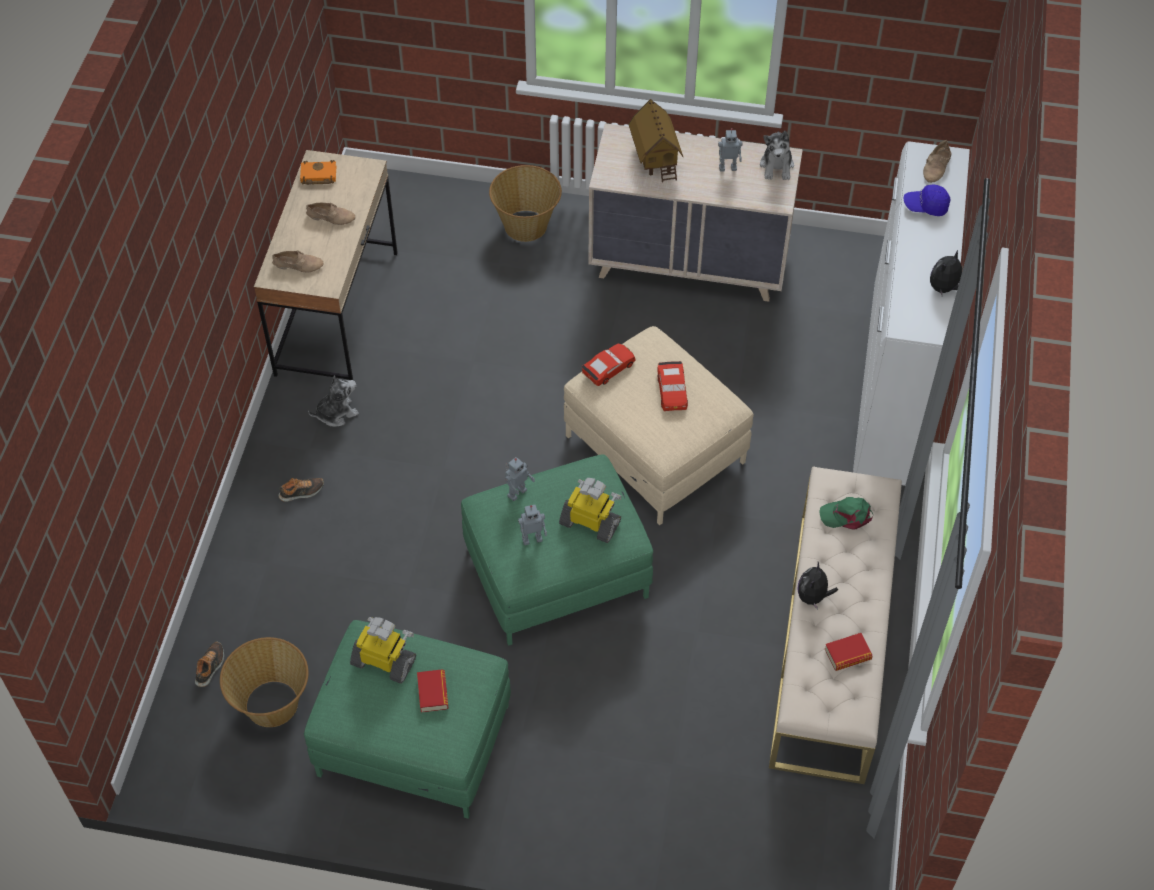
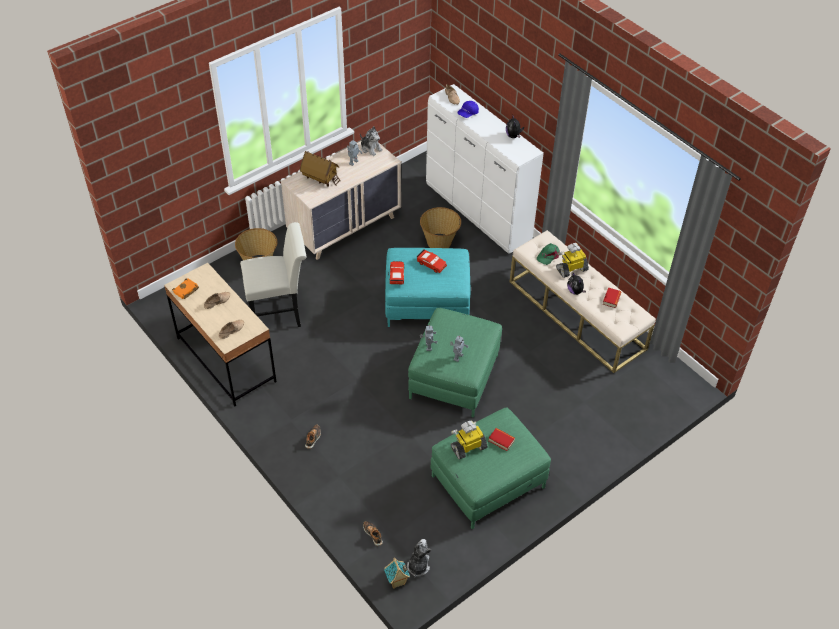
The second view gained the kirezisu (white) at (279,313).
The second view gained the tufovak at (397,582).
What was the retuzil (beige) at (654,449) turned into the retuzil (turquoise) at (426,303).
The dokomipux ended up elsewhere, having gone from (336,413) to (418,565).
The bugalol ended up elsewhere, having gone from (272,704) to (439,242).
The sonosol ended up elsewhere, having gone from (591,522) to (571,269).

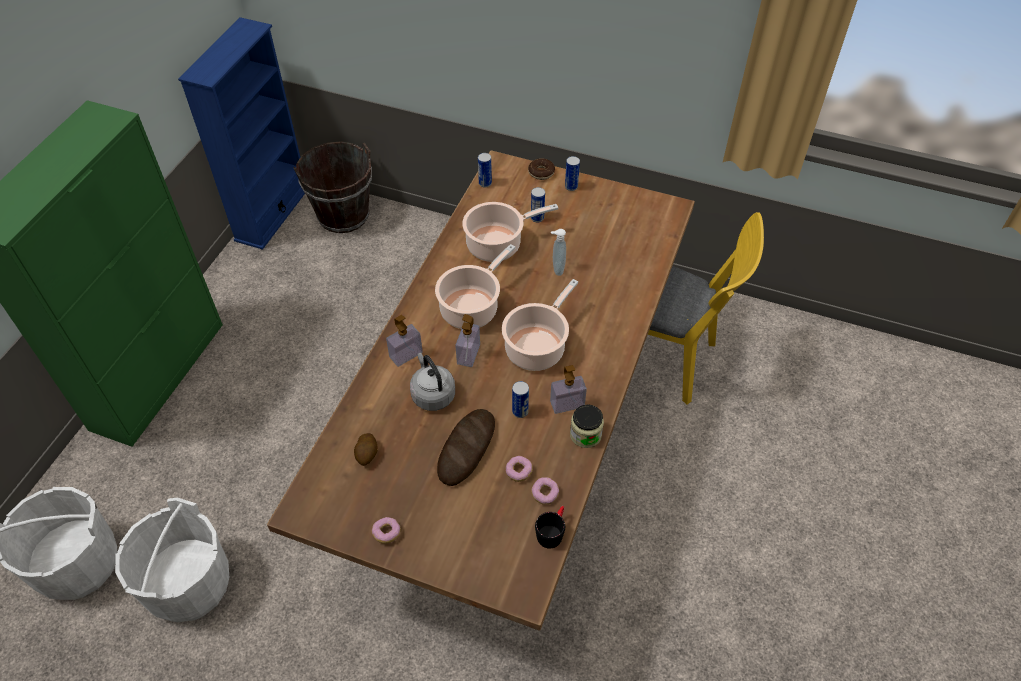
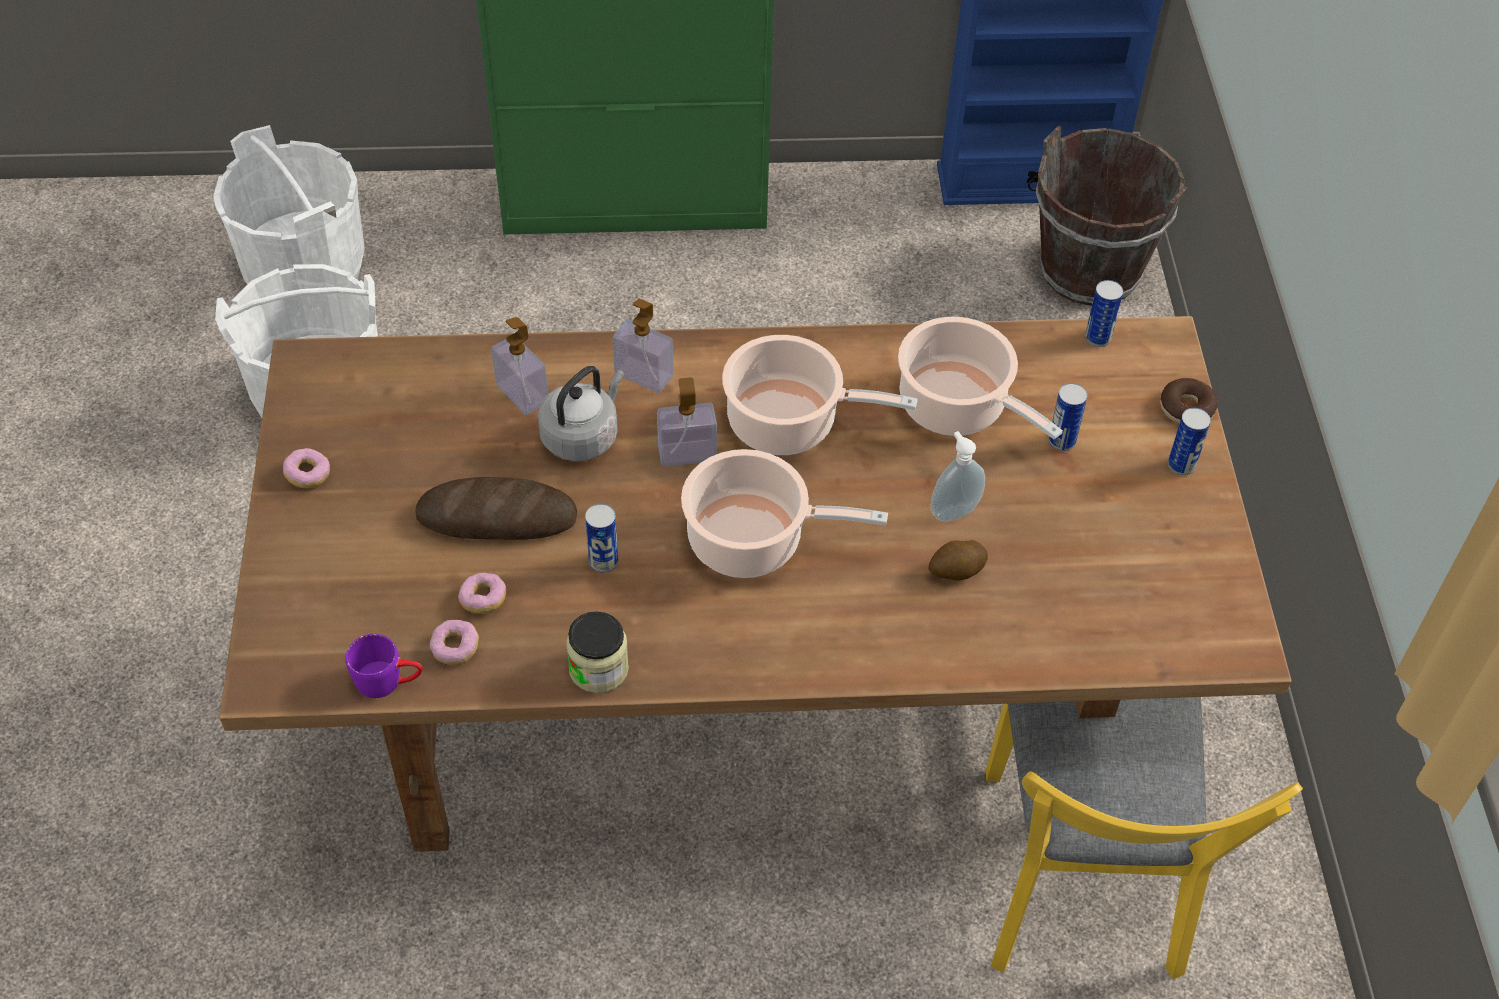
What was the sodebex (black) at (552,531) turned into the sodebex (purple) at (389,680).
The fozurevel ended up elsewhere, having gone from (567,404) to (522,394).
The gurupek ended up elsewhere, having gone from (367,454) to (956,571).

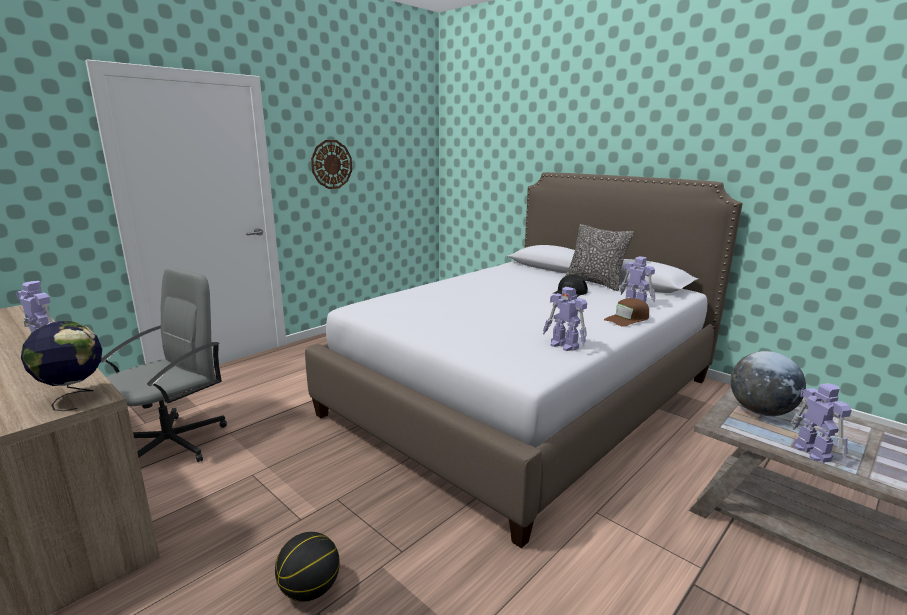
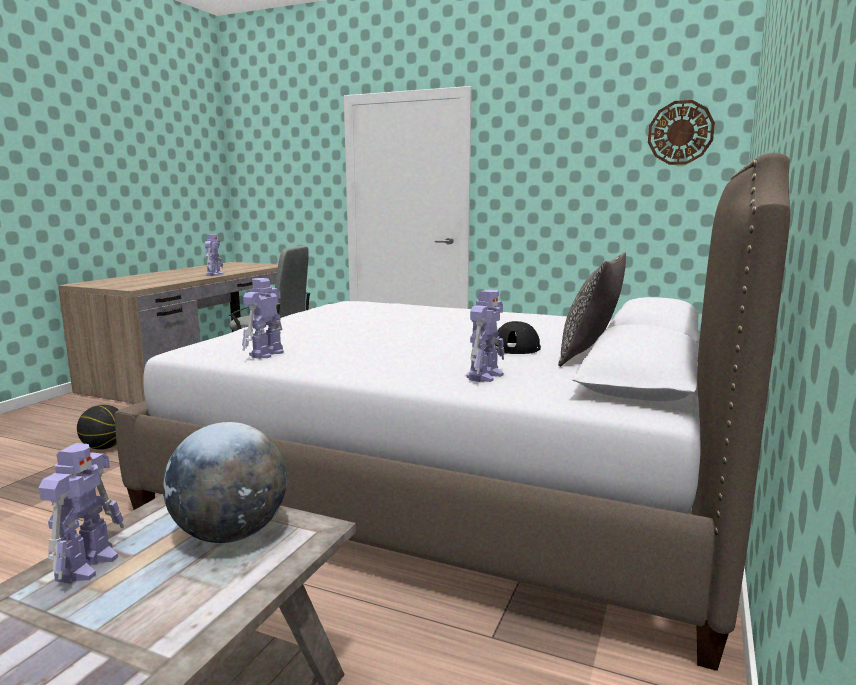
The sonosol at (812,451) ended up facing another way, 45 degrees counterclockwise from before.
The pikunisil ended up elsewhere, having gone from (331,164) to (680,133).
The second view lost the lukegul at (74,398).
The second view lost the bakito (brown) at (627,319).

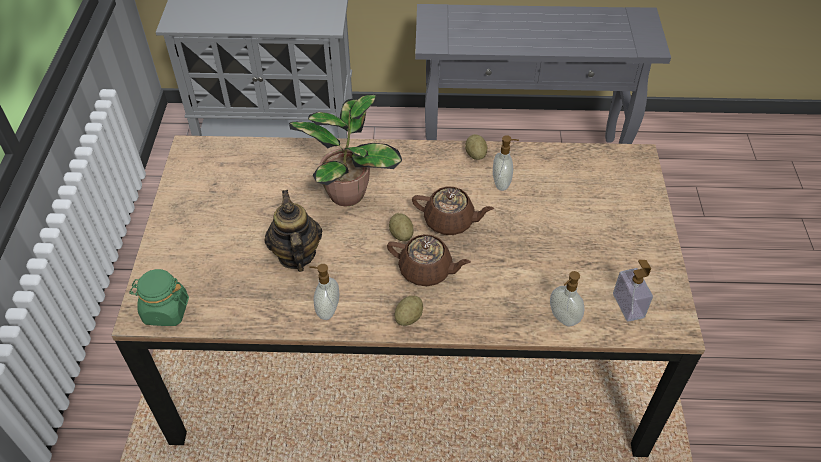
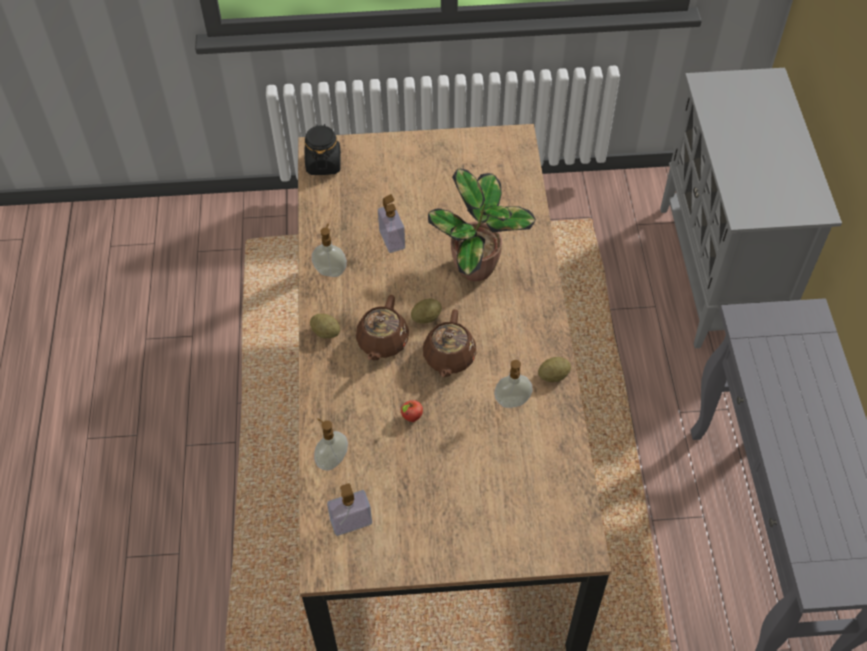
What was the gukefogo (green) at (165,311) turned into the gukefogo (black) at (323,164).
Where the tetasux stood at (296,255), the fozurevel came to stand at (392,239).
The second view gained the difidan at (411,418).

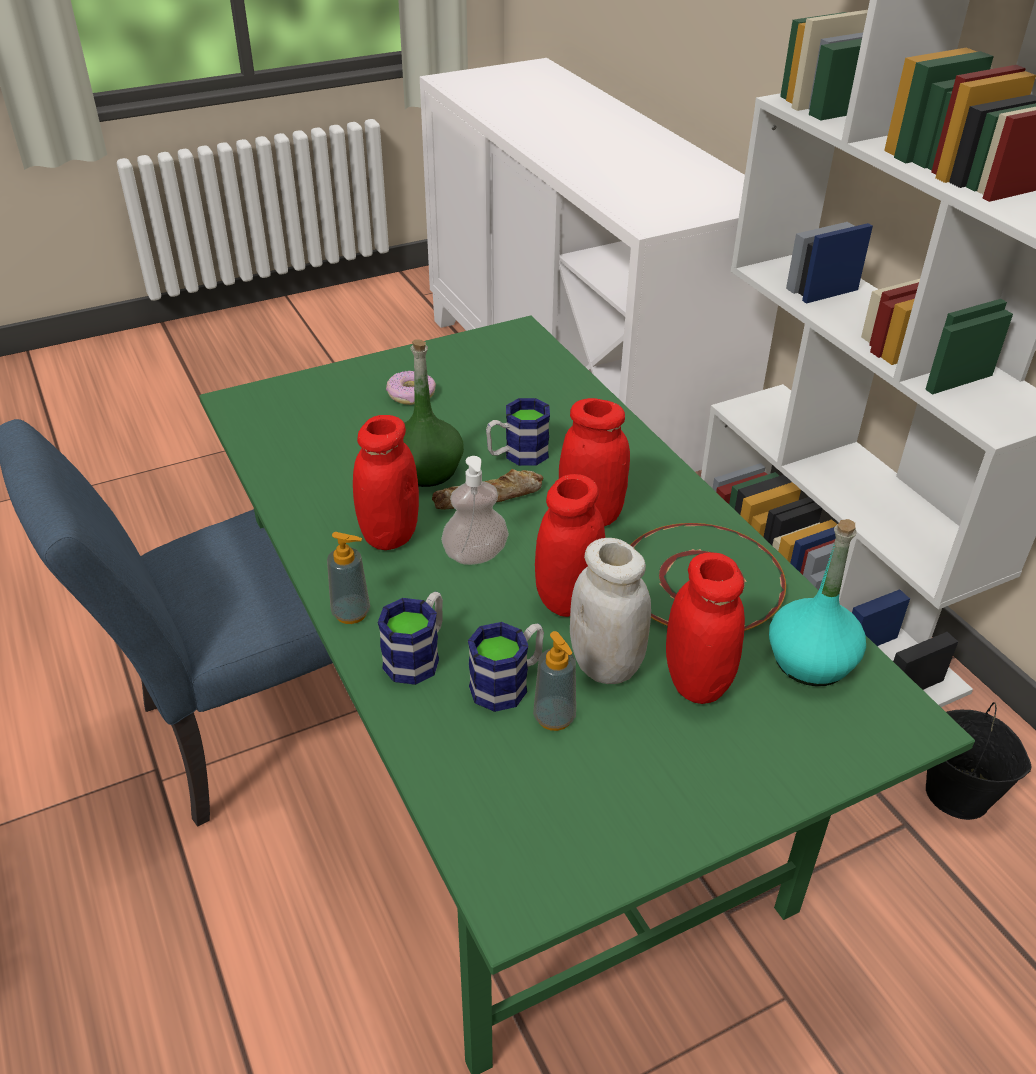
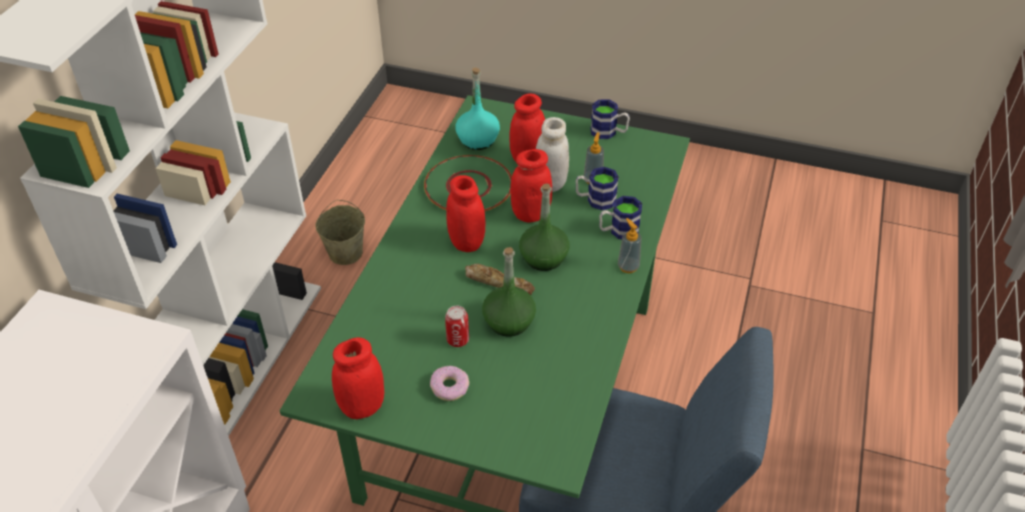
What was the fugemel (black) at (958,795) turned into the fugemel (beige) at (345,252).
The gukefogo (red) ended up elsewhere, having gone from (389,535) to (362,407).
The second view gained the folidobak at (458,340).
Where the fozurevel stood at (475,555), the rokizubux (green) came to stand at (543,258).
The sodebex ended up elsewhere, having gone from (517,455) to (609,132).

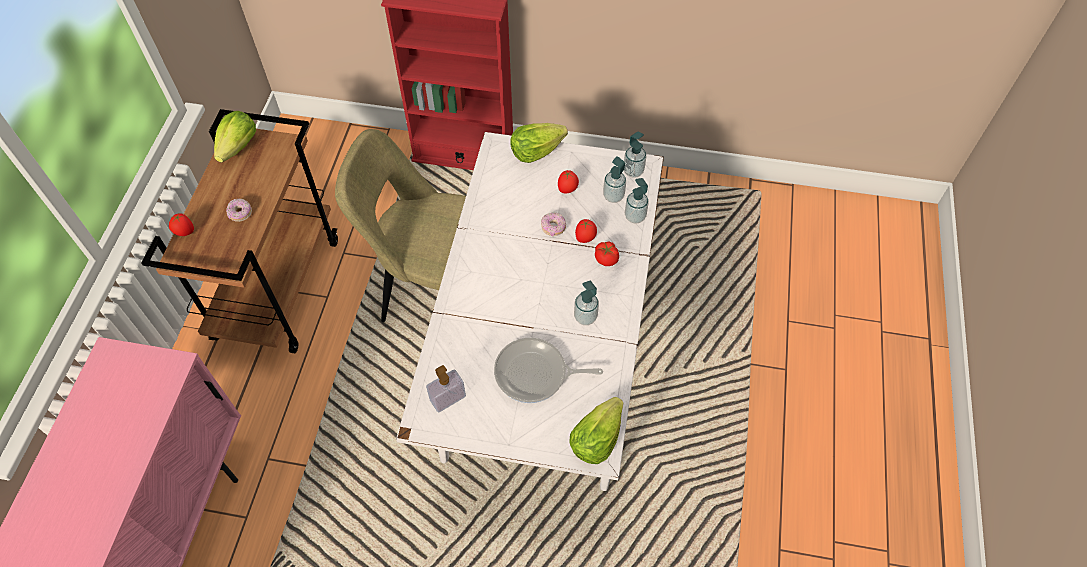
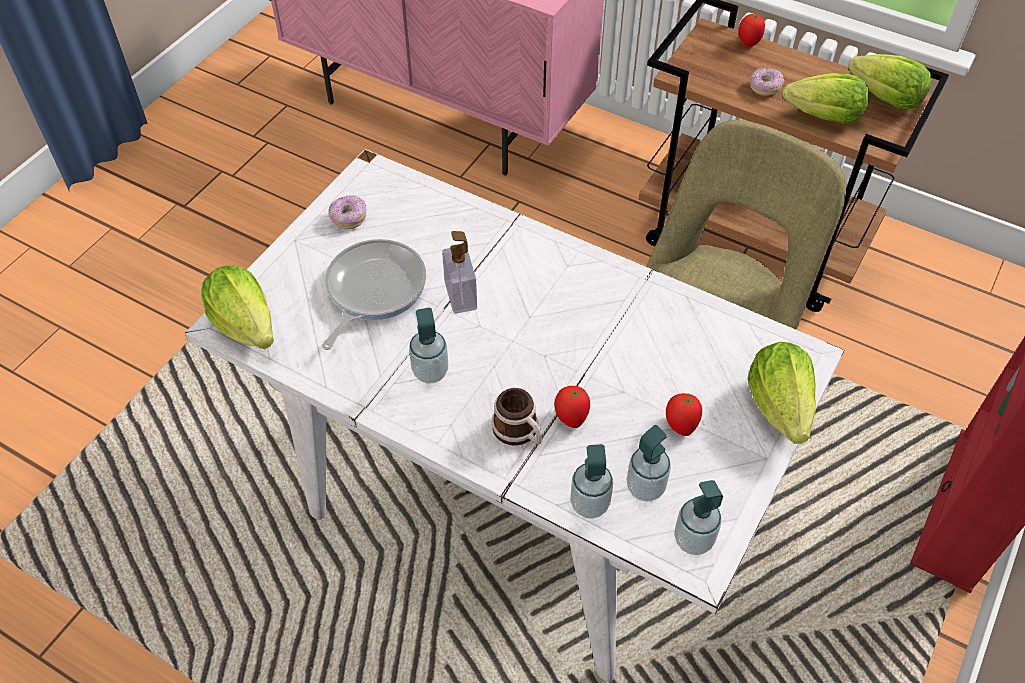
The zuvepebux ended up elsewhere, having gone from (553,228) to (348,218).
The fozurevel ended up elsewhere, having gone from (448,398) to (460,295).
Where the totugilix stood at (606,259), the sodebex came to stand at (519,432).
The second view gained the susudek at (825,117).

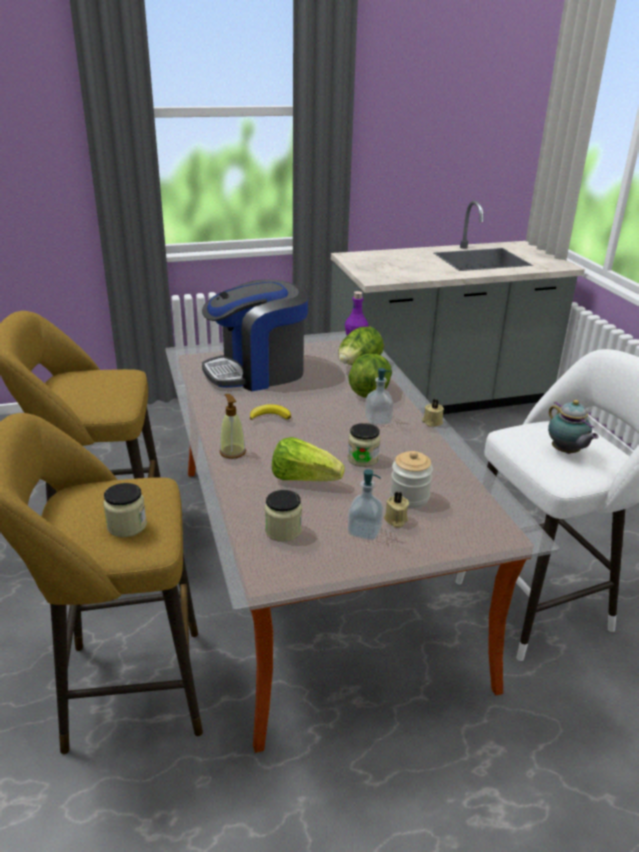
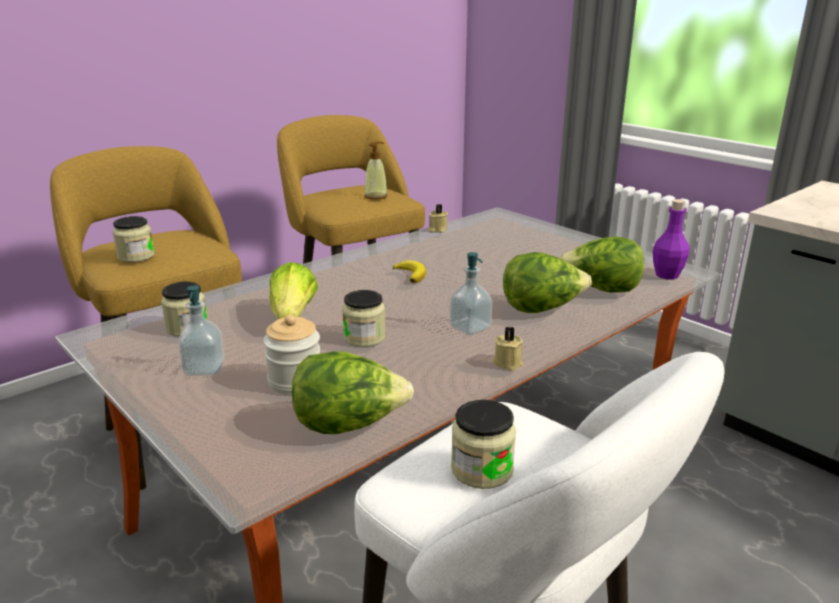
The second view gained the susudek at (349,425).
The fozurevel ended up elsewhere, having gone from (232,452) to (376,196).
The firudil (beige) ended up elsewhere, having gone from (395,520) to (437,230).
Where the tetasux stood at (566,452), the gukefogo came to stand at (482,470).
The second view lost the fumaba at (257,372).

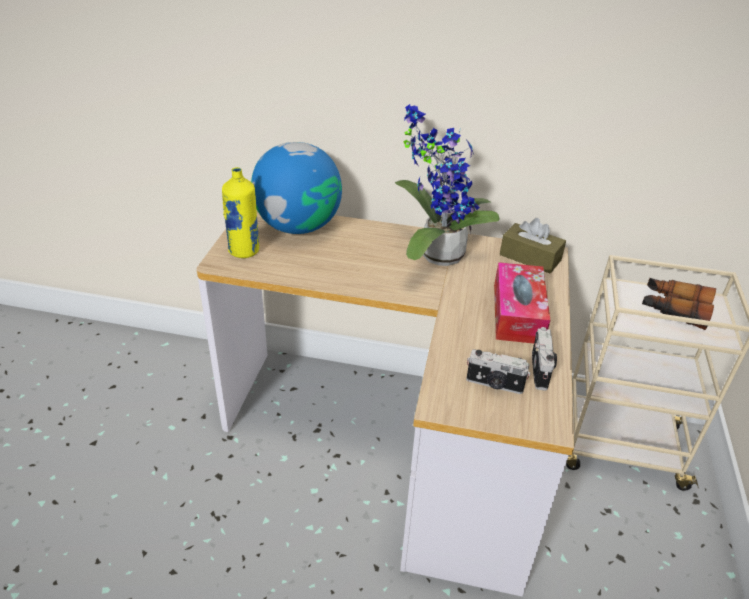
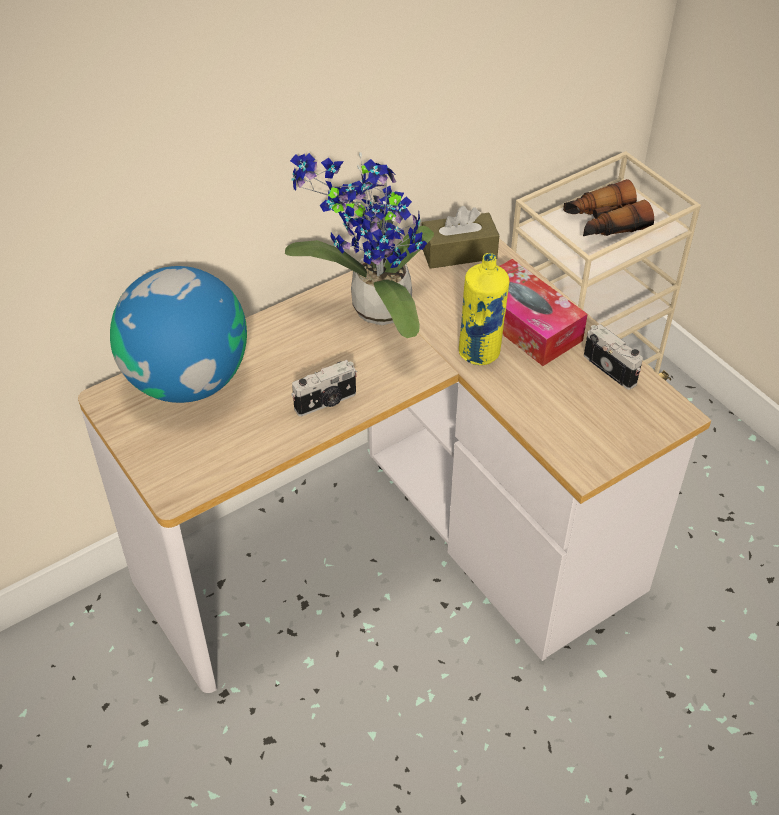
The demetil ended up elsewhere, having gone from (494,385) to (326,402).
The rokizubux (yellow) ended up elsewhere, having gone from (244,251) to (480,352).

